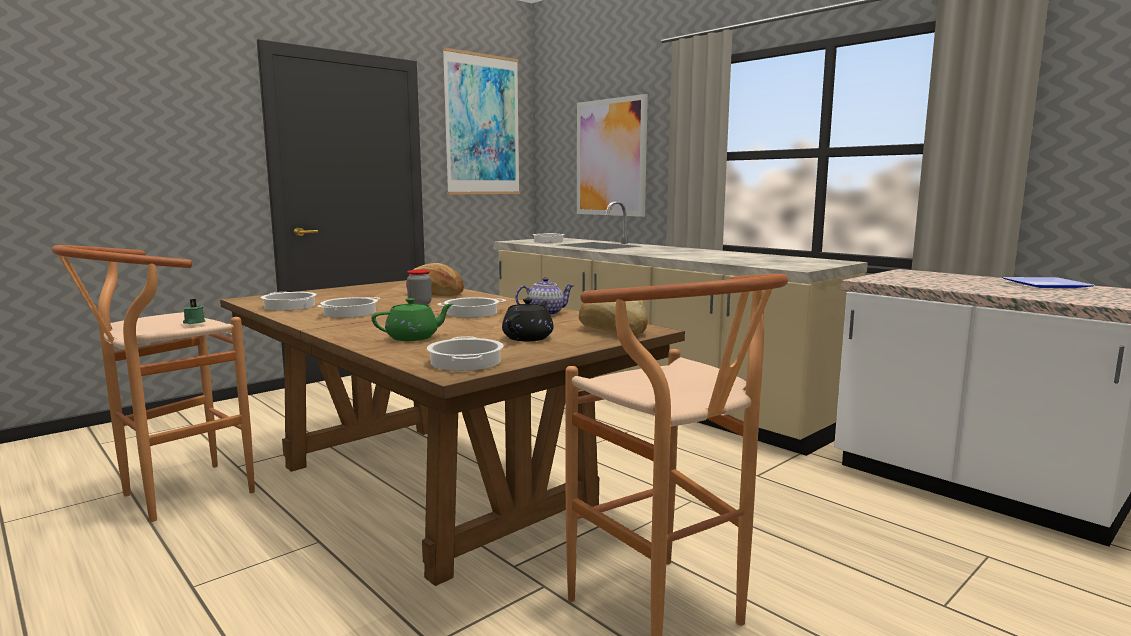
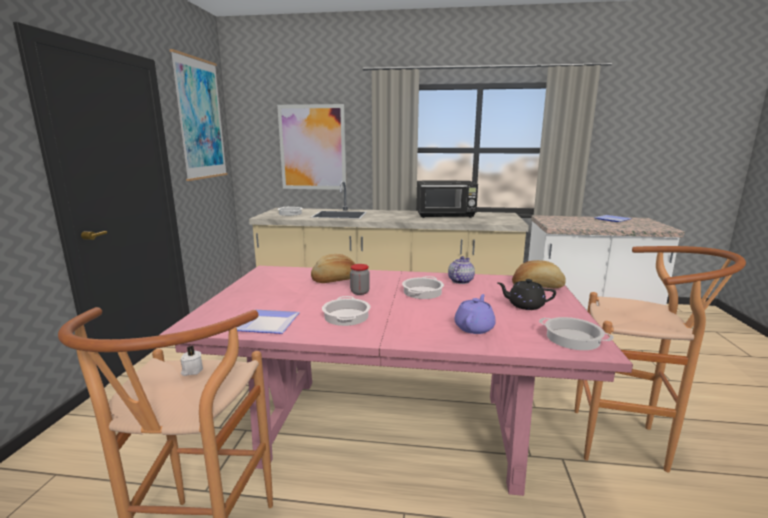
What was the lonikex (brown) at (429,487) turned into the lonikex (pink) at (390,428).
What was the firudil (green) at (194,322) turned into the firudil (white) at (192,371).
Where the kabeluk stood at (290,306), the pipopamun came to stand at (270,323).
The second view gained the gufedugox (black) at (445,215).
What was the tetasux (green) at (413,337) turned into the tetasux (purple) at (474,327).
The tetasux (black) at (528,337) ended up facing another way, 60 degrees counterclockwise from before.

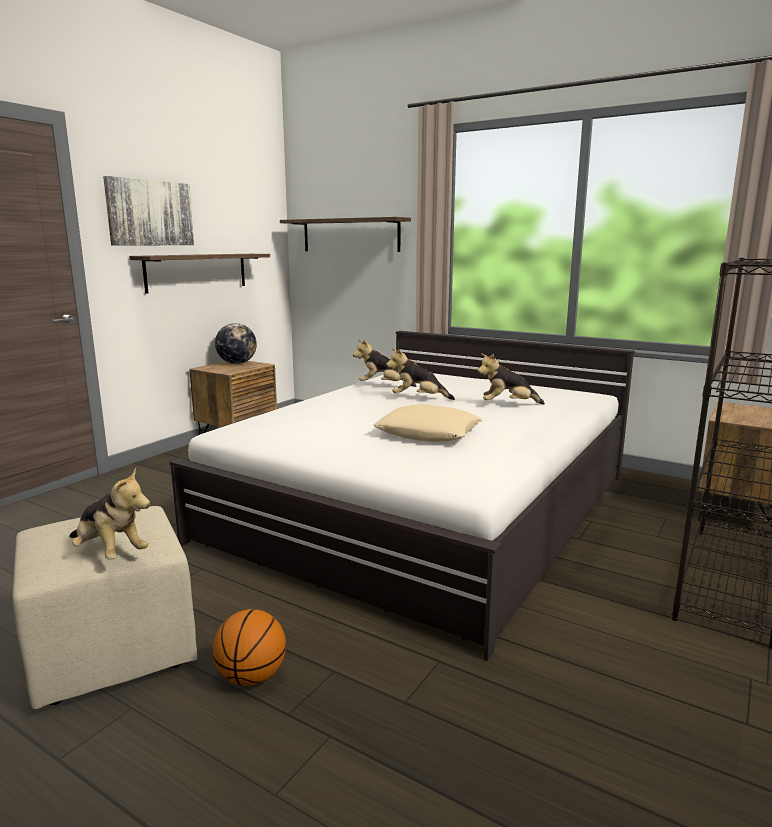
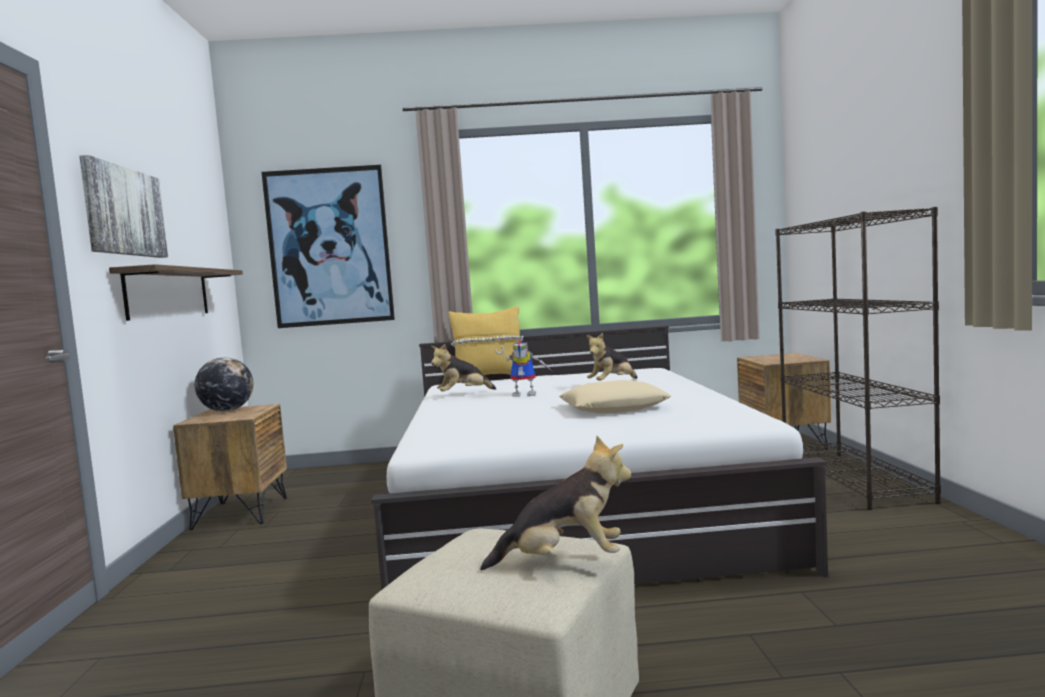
Where the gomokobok hung at (350,235), the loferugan came to hang at (329,247).
The second view gained the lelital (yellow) at (489,378).
Where the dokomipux stood at (418,398), the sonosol came to stand at (526,394).
The second view lost the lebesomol at (251,677).

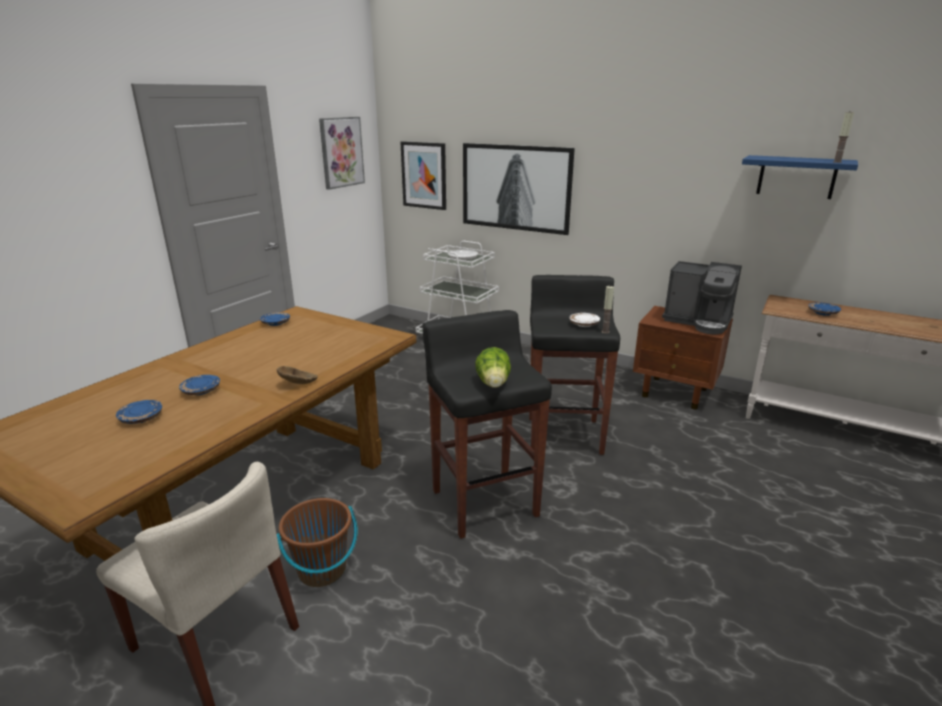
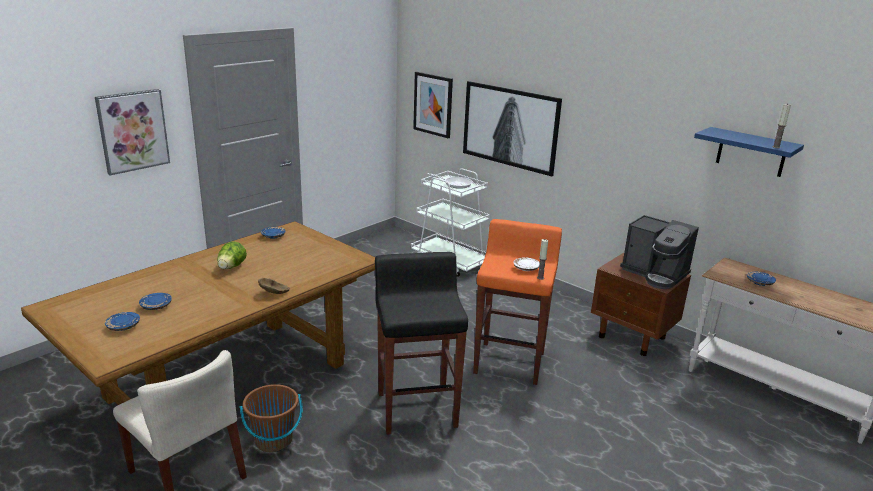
The loferugan ended up elsewhere, having gone from (341,152) to (133,131).
The pipopamun (blue) ended up elsewhere, having gone from (201,391) to (123,326).
The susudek ended up elsewhere, having gone from (493,384) to (231,267).
What was the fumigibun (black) at (564,434) turned into the fumigibun (orange) at (510,362).

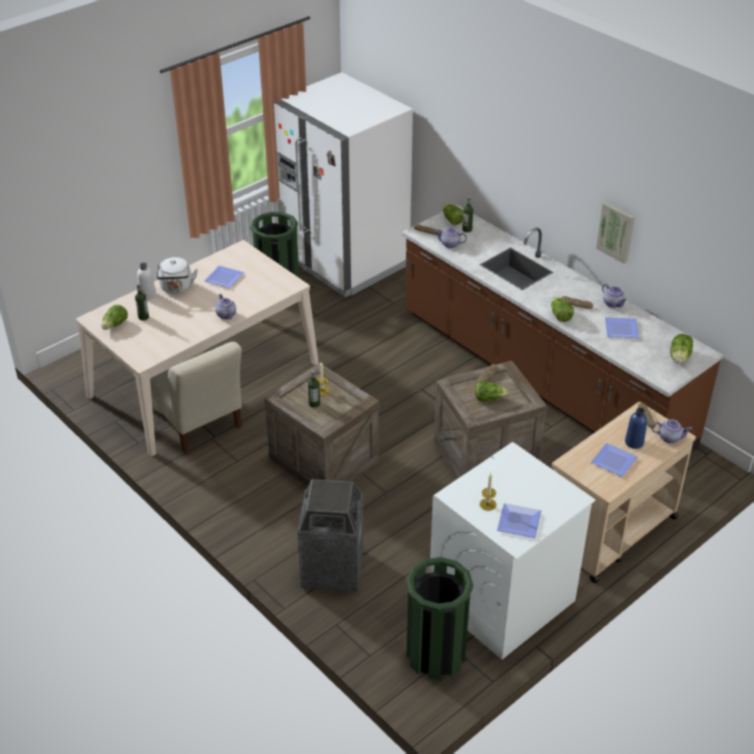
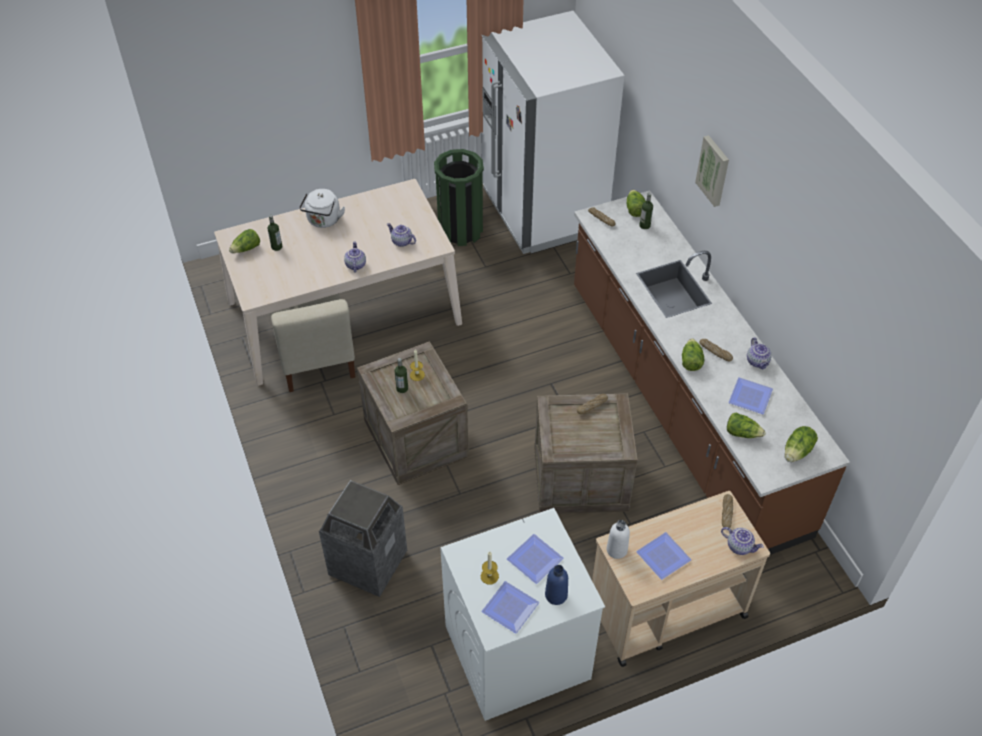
The tetasux ended up elsewhere, having gone from (450,244) to (401,242).
The pipopamun ended up elsewhere, having gone from (224,277) to (534,558).
The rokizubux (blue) ended up elsewhere, having gone from (634,442) to (556,595).
The rokizubux (white) ended up elsewhere, having gone from (147,295) to (617,550).
The loferugan ended up elsewhere, having gone from (616,231) to (714,170).
The susudek ended up elsewhere, having gone from (489,398) to (742,433).
The second view lost the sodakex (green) at (436,654).

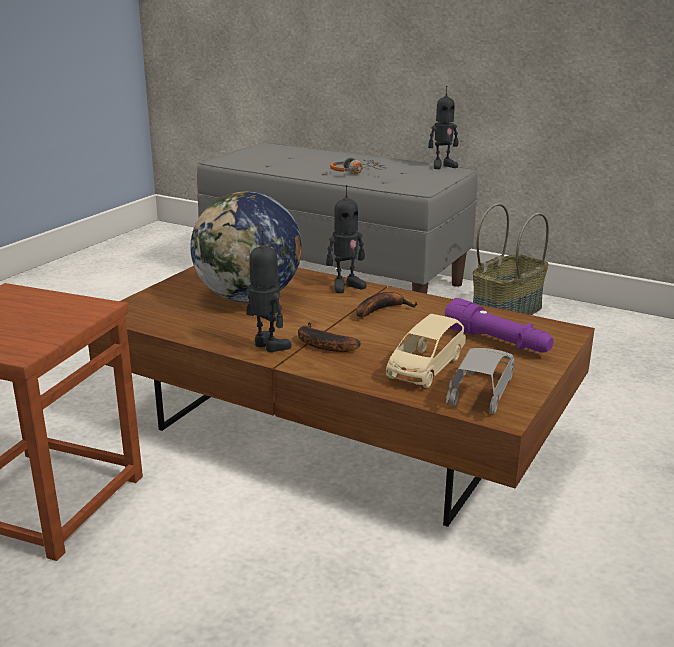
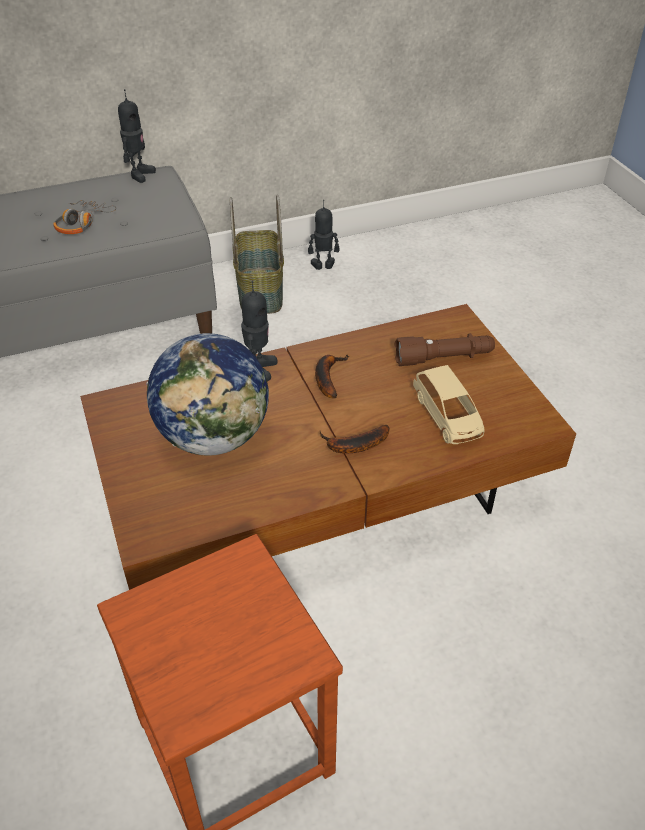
The sonosol ended up elsewhere, having gone from (267,346) to (323,266).
What was the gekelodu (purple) at (497,342) turned into the gekelodu (brown) at (444,358).
The second view lost the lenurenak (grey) at (481,393).

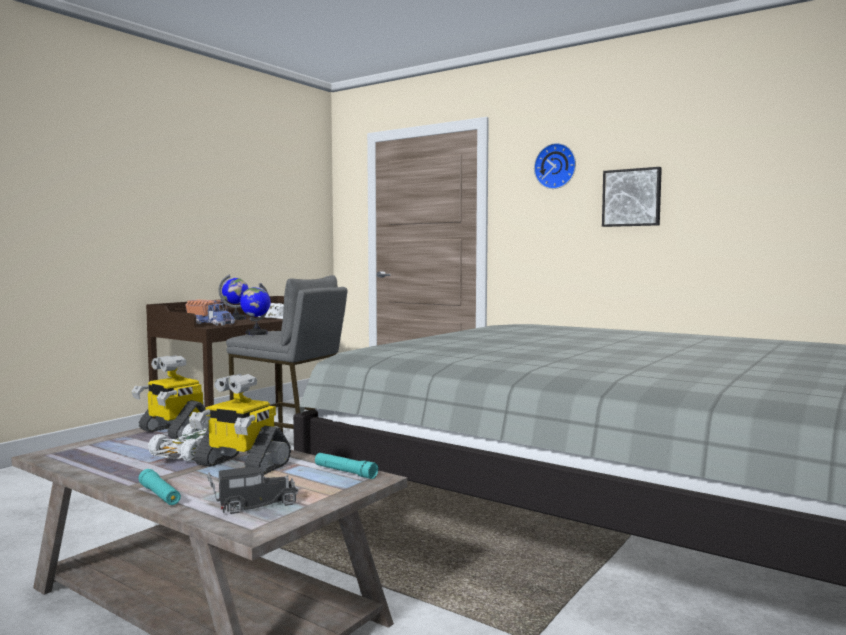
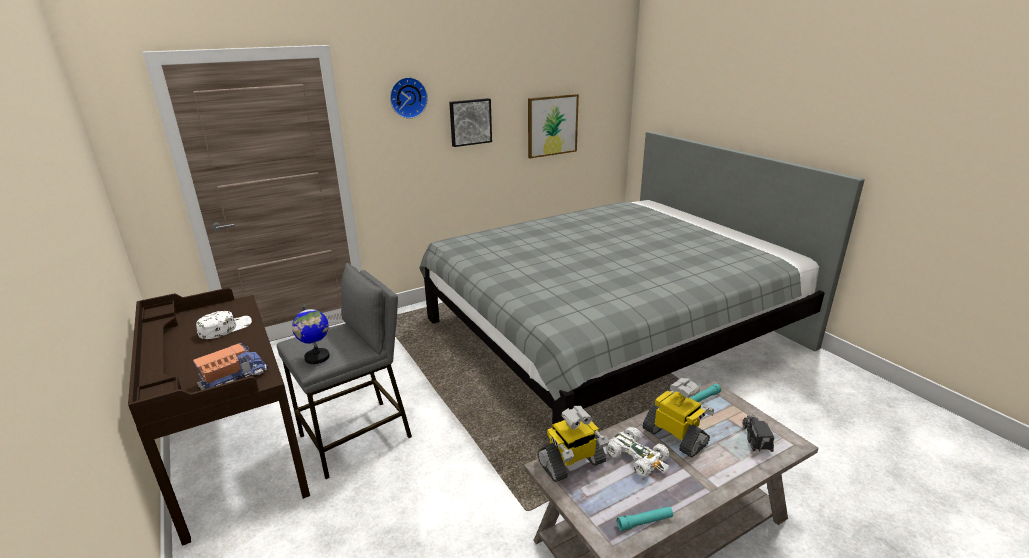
The second view gained the loferugan at (552,125).
The gekelodu (turquoise) ended up elsewhere, having gone from (160,495) to (645,522).
The sonosol at (241,465) ended up facing another way, 90 degrees counterclockwise from before.
The second view lost the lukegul at (236,319).

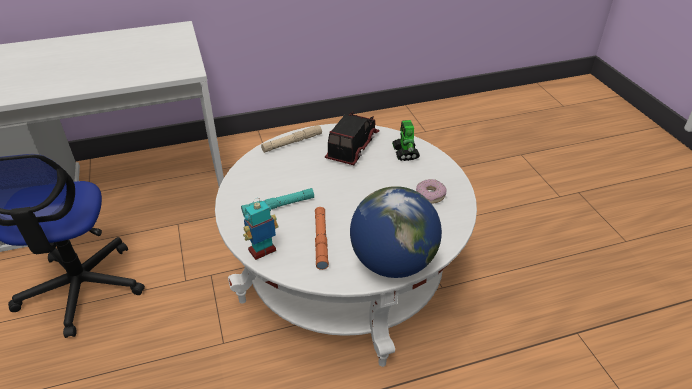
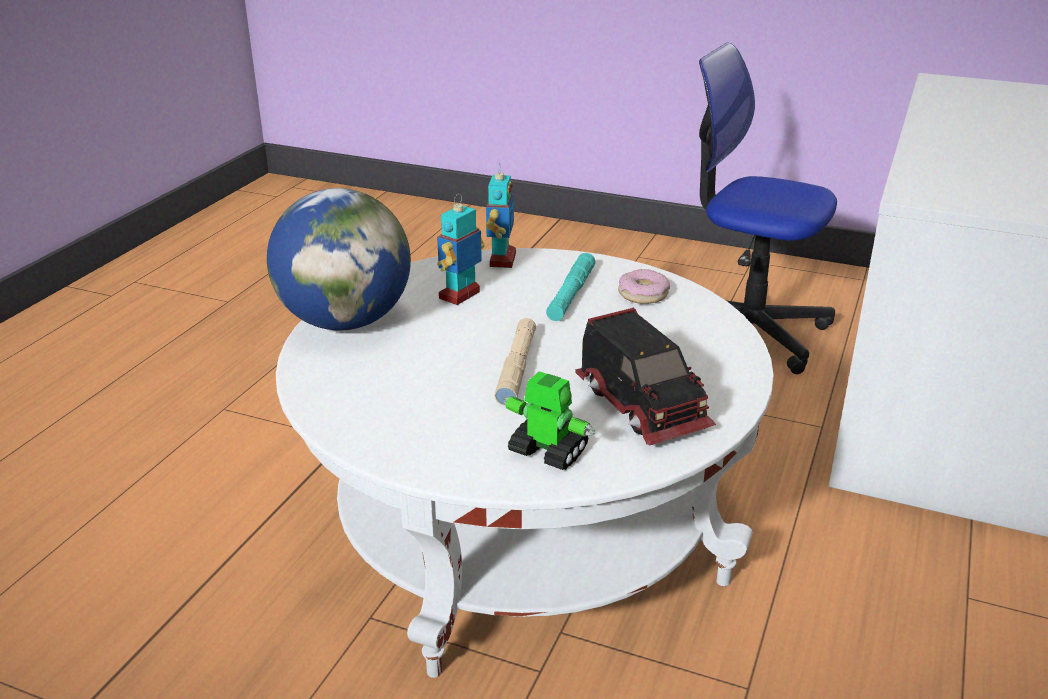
Where the gekelodu (orange) stood at (321,241), the sonosol came to stand at (460,296).
The gekelodu (beige) ended up elsewhere, having gone from (292,142) to (516,368).
The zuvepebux ended up elsewhere, having gone from (430,195) to (643,294).

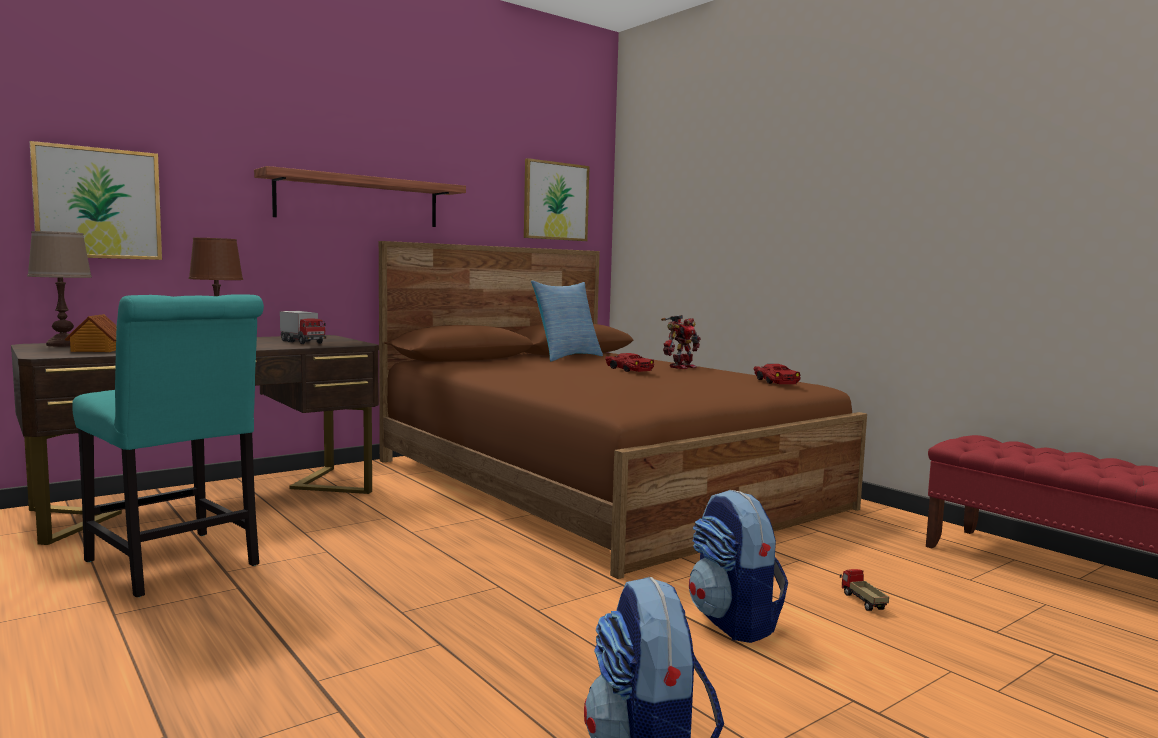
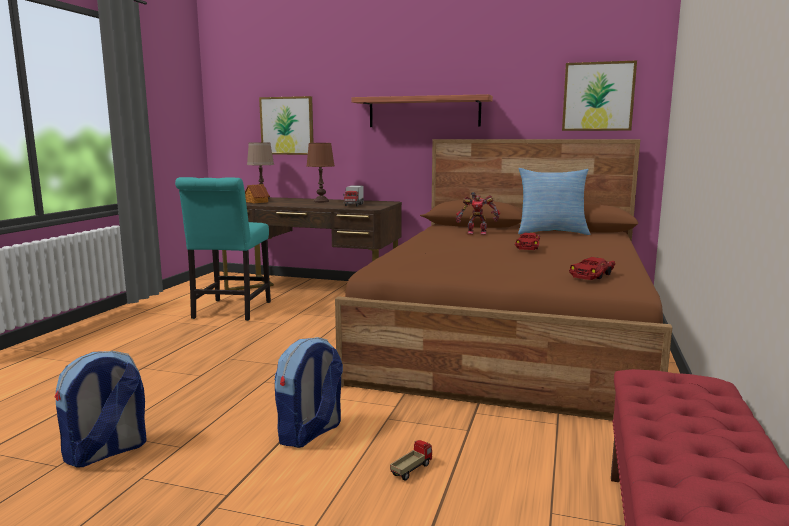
The sonosol ended up elsewhere, having gone from (681,367) to (476,233).

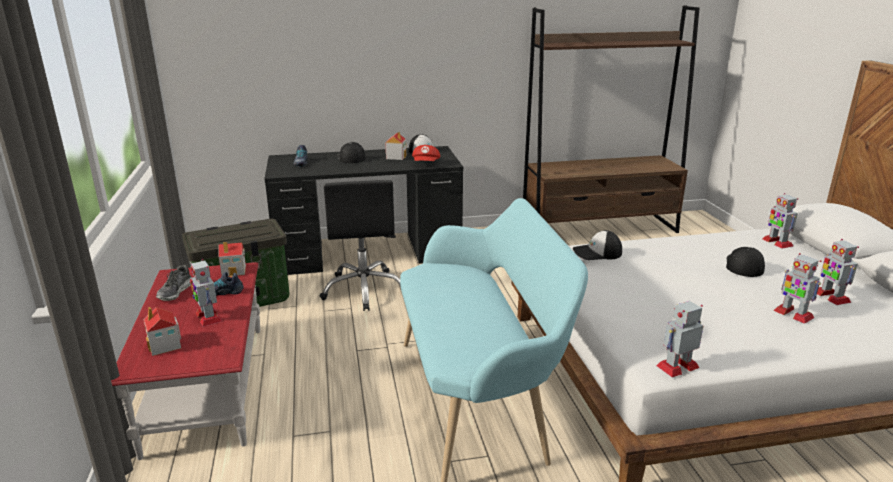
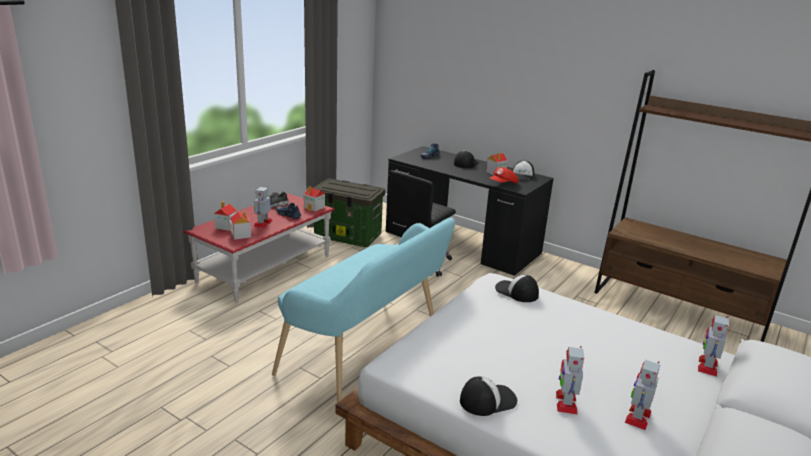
The second view gained the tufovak at (241,235).
The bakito ended up elsewhere, having gone from (743,265) to (487,400).
The second view lost the sonosol at (677,366).

